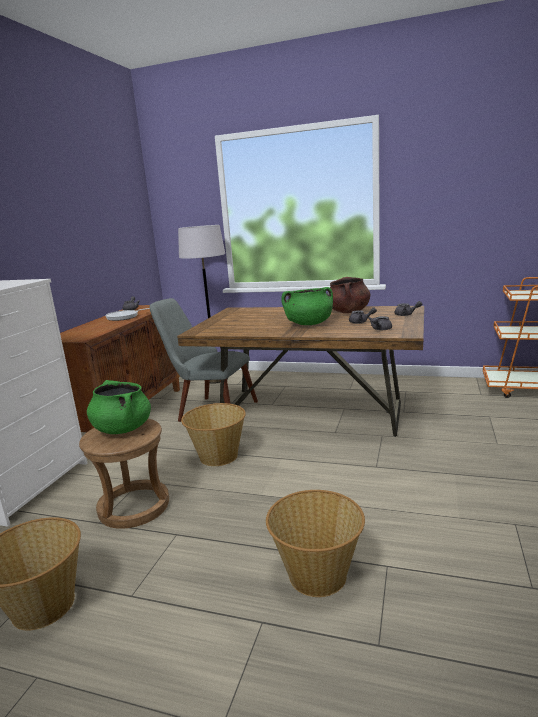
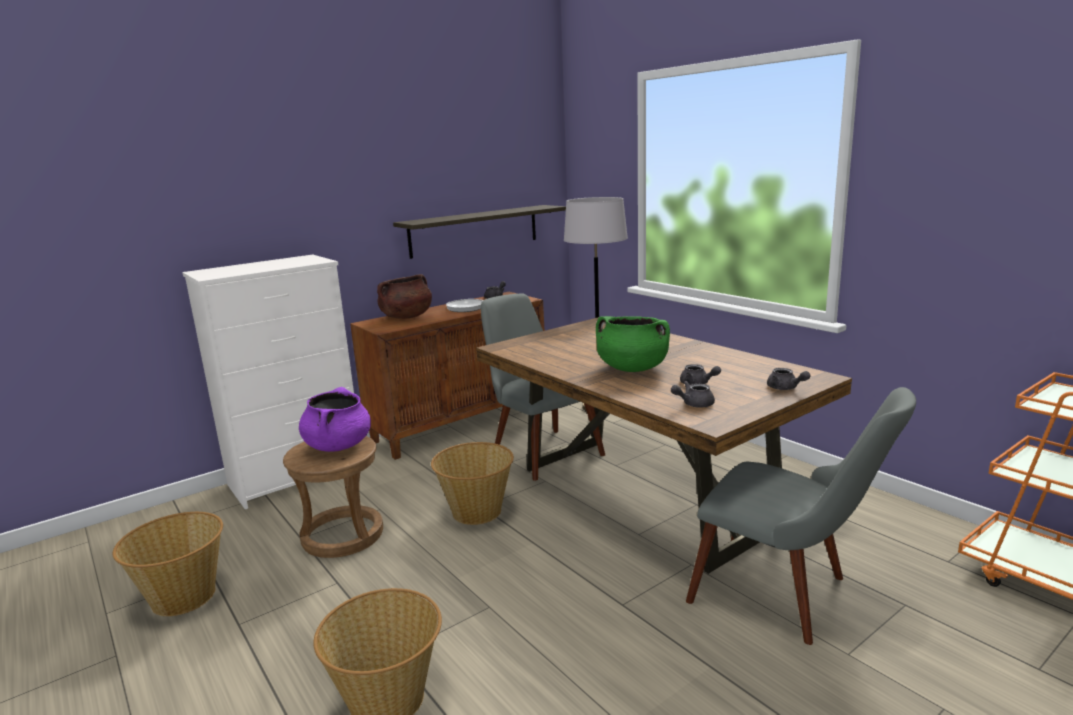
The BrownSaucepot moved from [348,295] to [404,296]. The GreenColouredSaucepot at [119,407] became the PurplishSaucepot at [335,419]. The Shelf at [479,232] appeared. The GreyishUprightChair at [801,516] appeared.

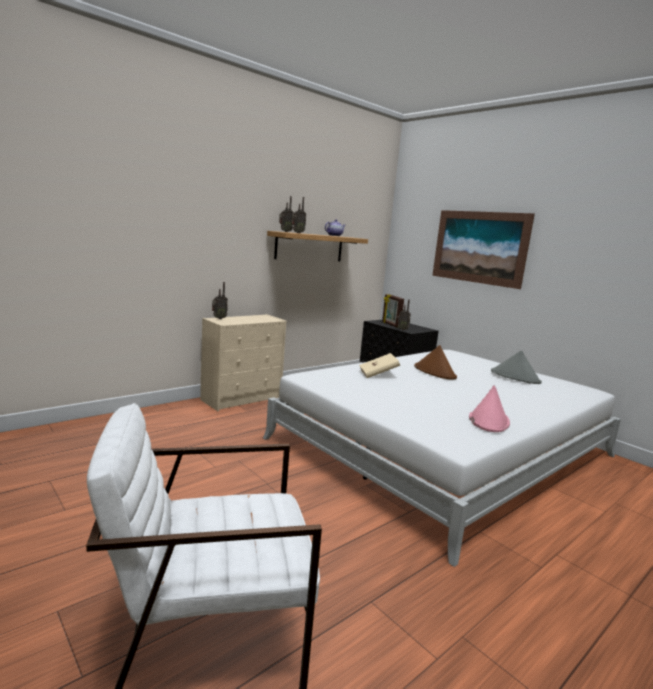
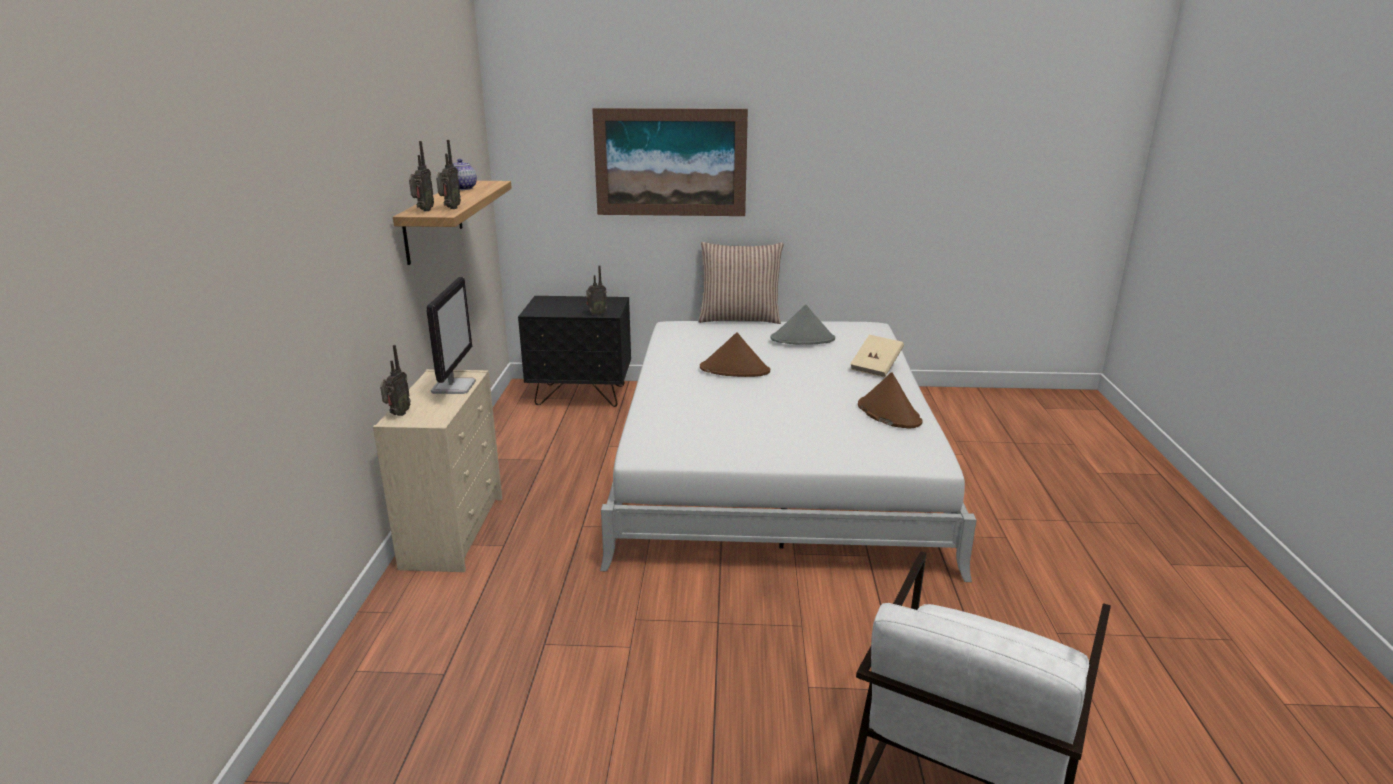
The StandingFrame at [393,310] disappeared. The BeigeColouredVolume moved from [379,365] to [877,356]. The PinkColouredClothingHat at [489,408] became the BrownClothingHat at [890,400]. The Cushion at [741,283] appeared. The ComputerScreen at [451,335] appeared.

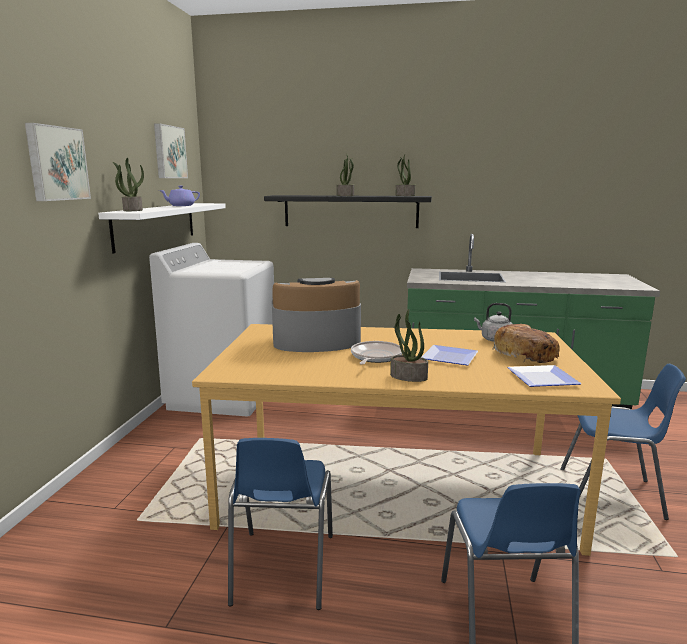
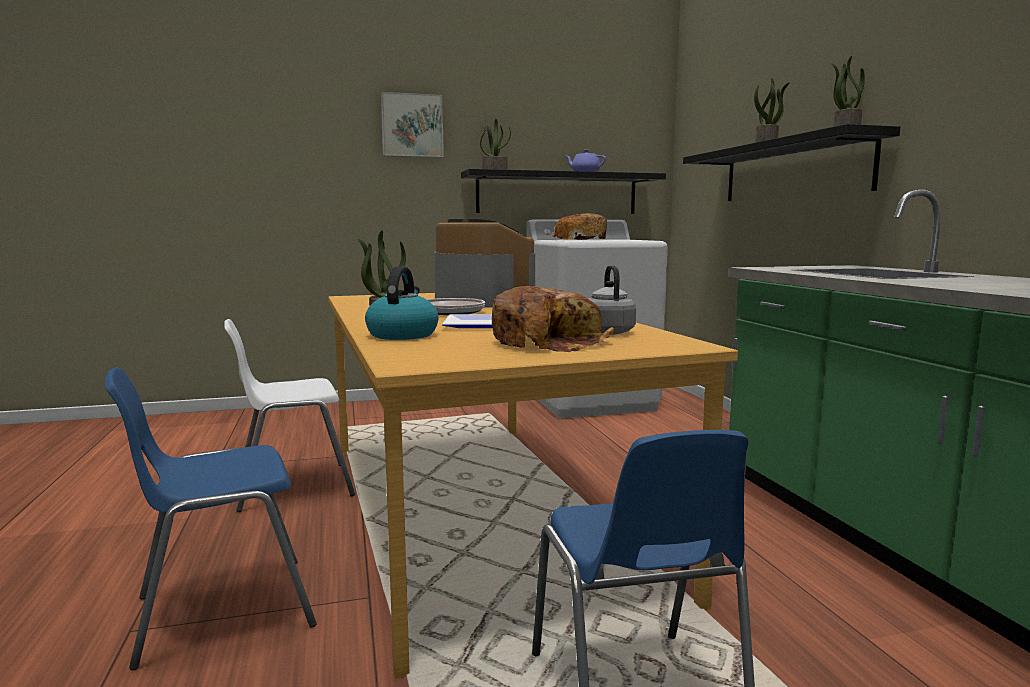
The Picture at [171,150] disappeared. The WhitishShelf at [162,228] became the BlackishShelf at [563,191]. The Plate at [544,376] disappeared. The BluishUprightChair at [280,524] became the WhitishUprightChair at [289,415]. The BakedBread at [579,226] appeared. The WaterKettle at [402,303] appeared.

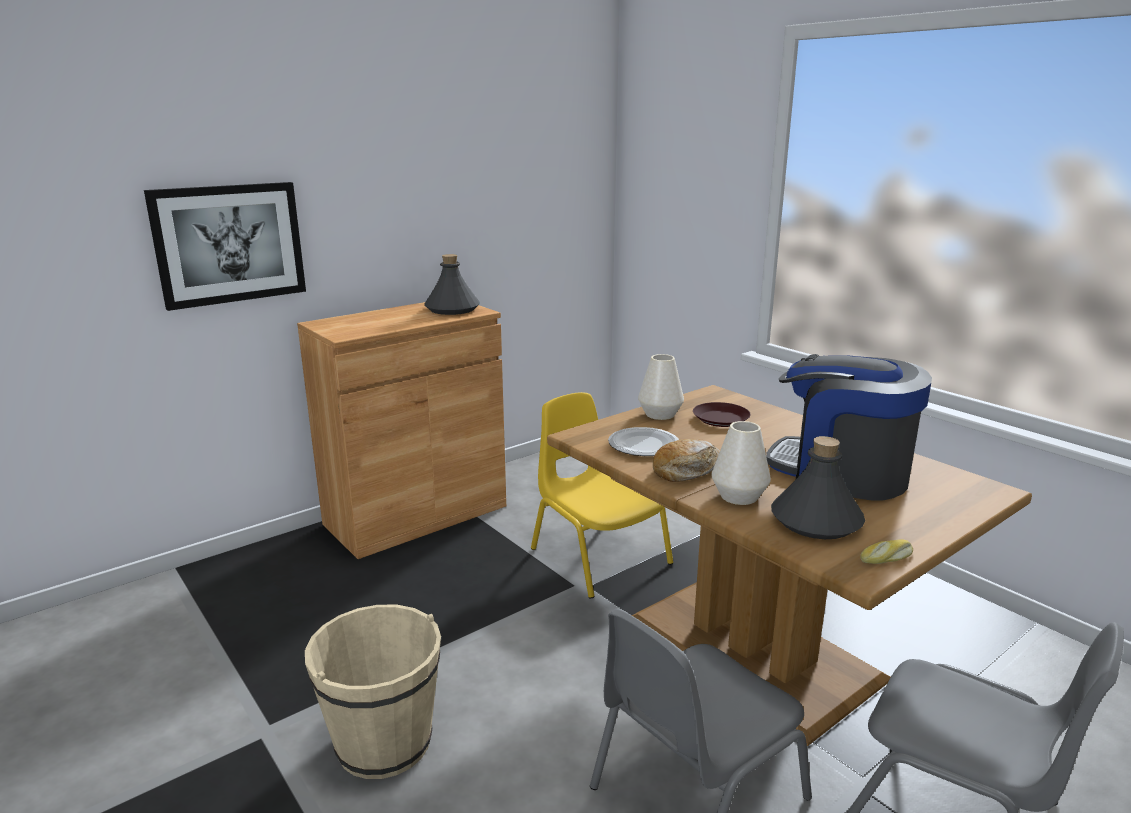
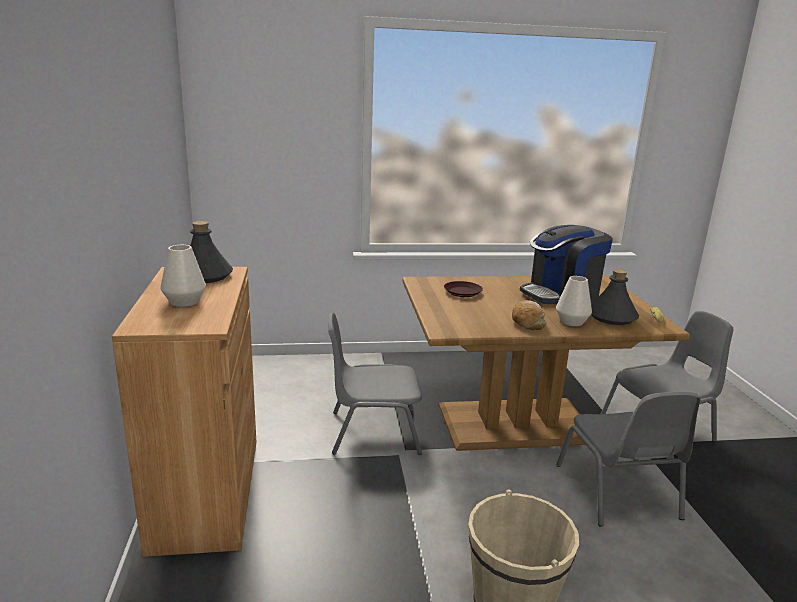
The Picture at [225,246] disappeared. The WhitishDecorativeVase moved from [661,387] to [183,276]. The YellowColouredUprightChair at [602,495] became the GreyishUprightChair at [375,383]. The Plate at [643,441] disappeared.

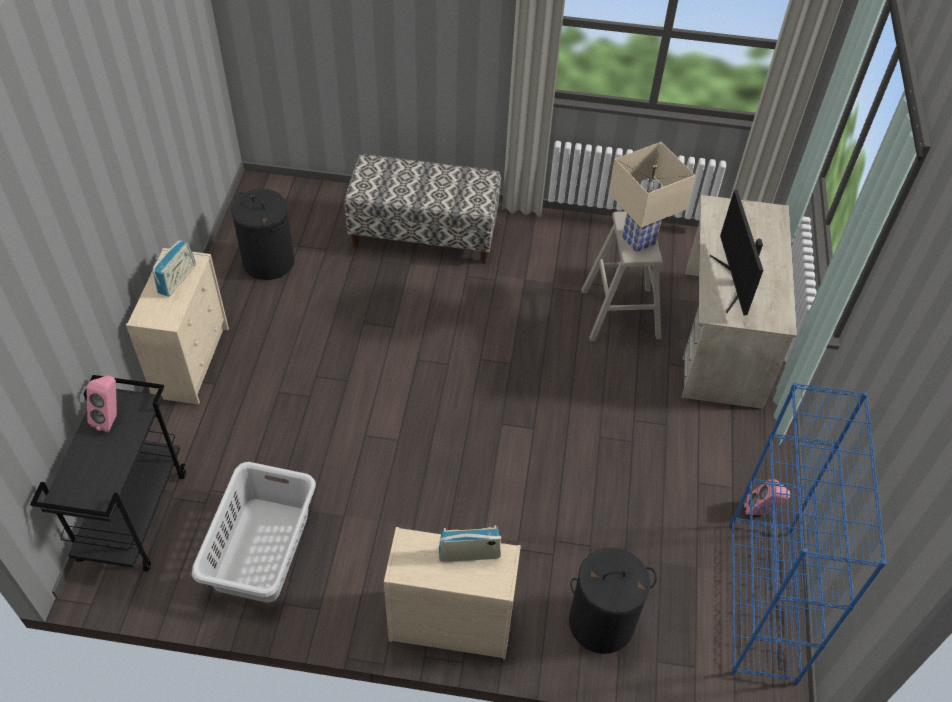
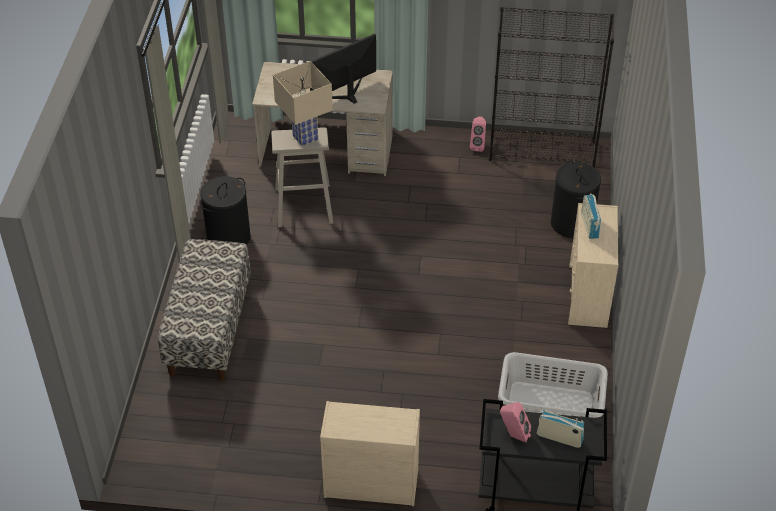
The BlackishLaundryBasket moved from [263,234] to [225,210]. The ComputerScreen at [736,252] turned 150 degrees clockwise. The Radio moved from [174,268] to [560,428]. The BluishBookcase at [808,533] became the BlackishBookcase at [551,87].

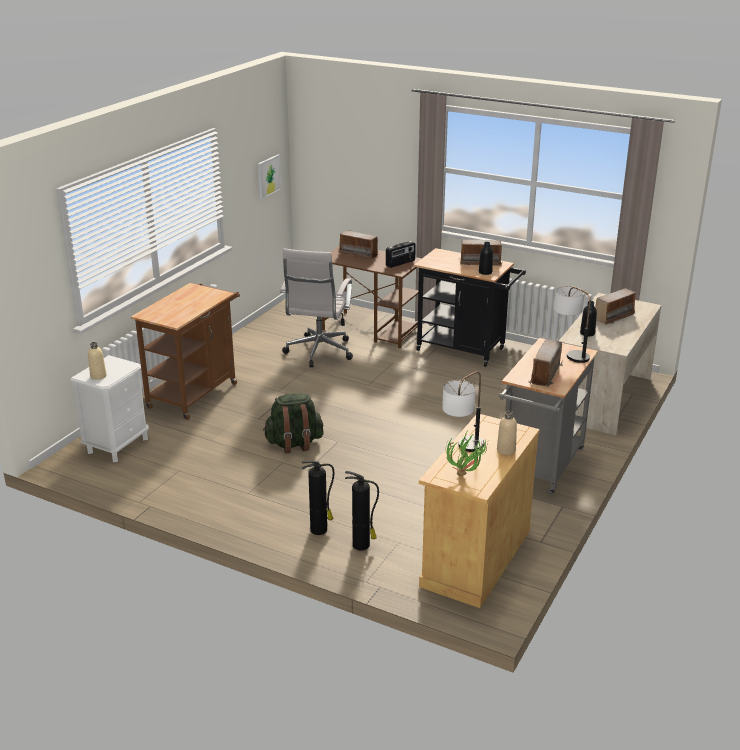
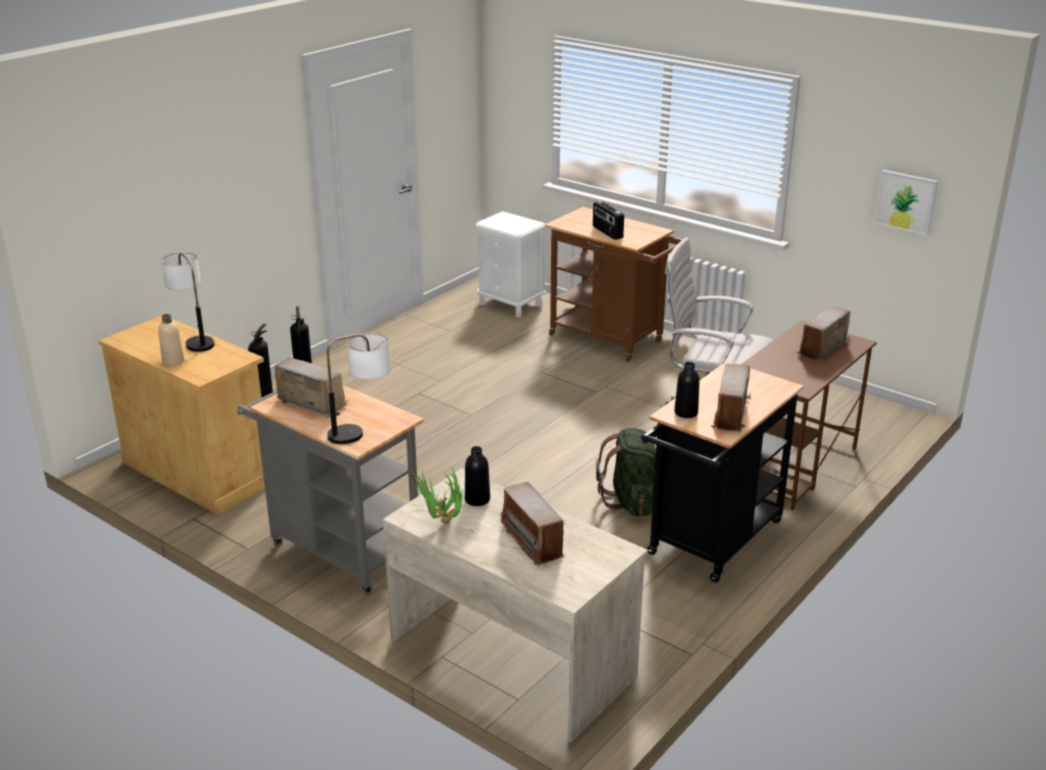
The Radio moved from [401,254] to [608,220]. The BeigeColouredDrinkBottle at [97,361] disappeared. The GreenColouredRucksack moved from [293,423] to [626,472]. The Houseplant moved from [466,454] to [436,496].

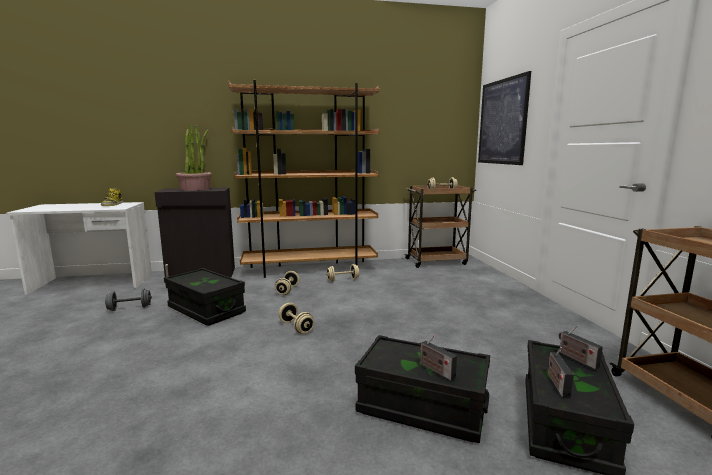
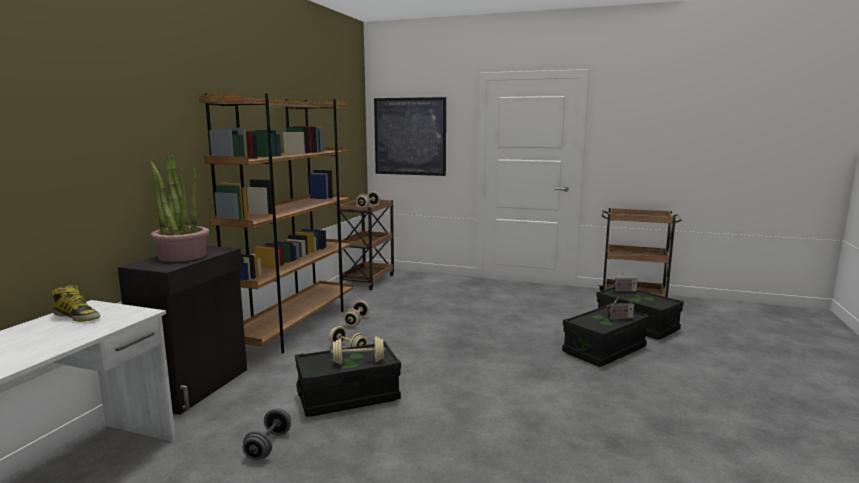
The BeigeColouredHandWeight moved from [296,318] to [358,350]. The Radio at [561,372] disappeared.

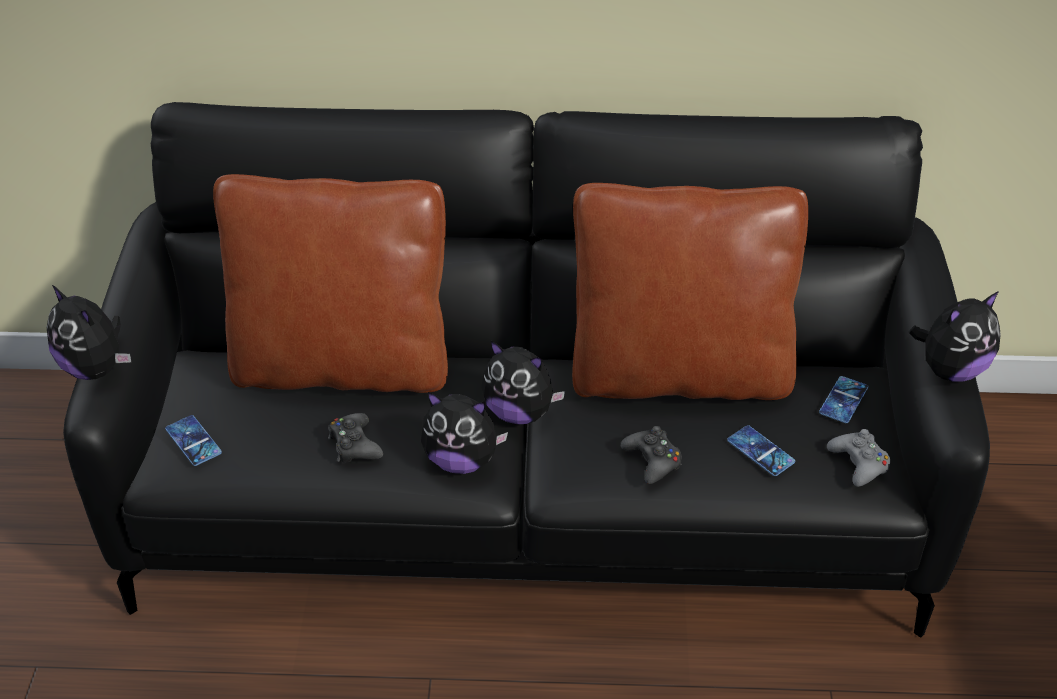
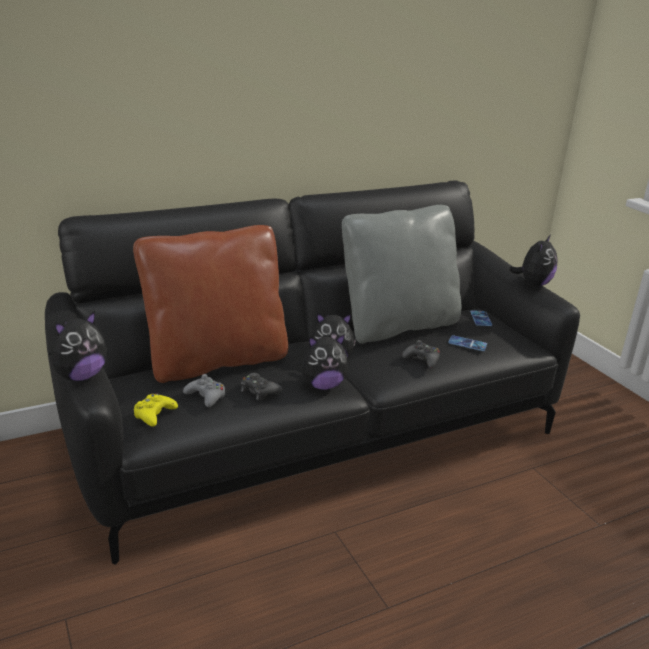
The BrownCushion at [690,291] became the GreyishCushion at [401,274]. The CuddlyToy at [89,332] turned 60 degrees counterclockwise. The Handset at [193,440] was replaced by the YellowColouredGamepad at [156,410]. The GreyishGamepad moved from [858,458] to [204,390].

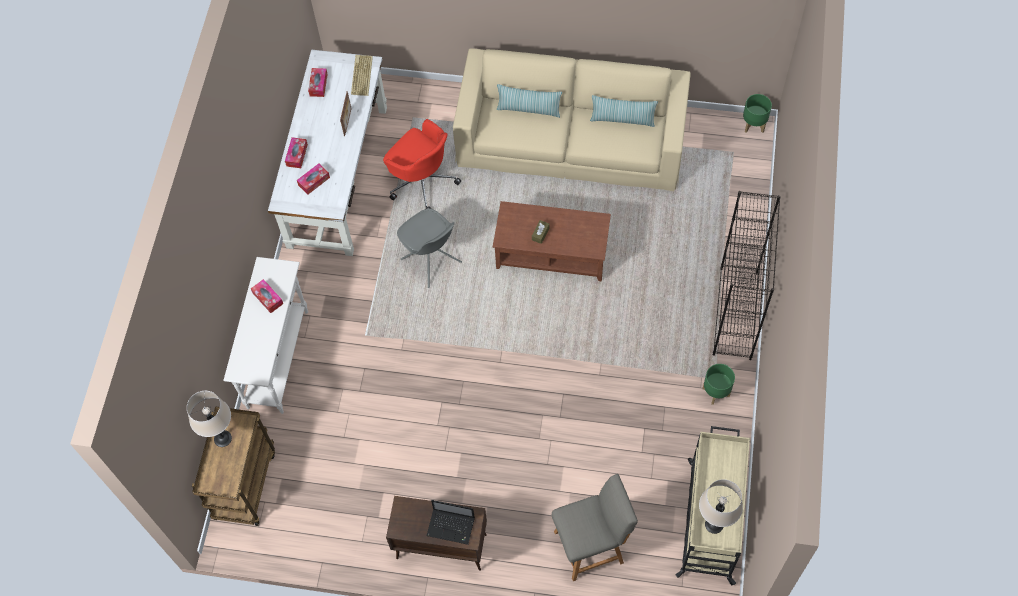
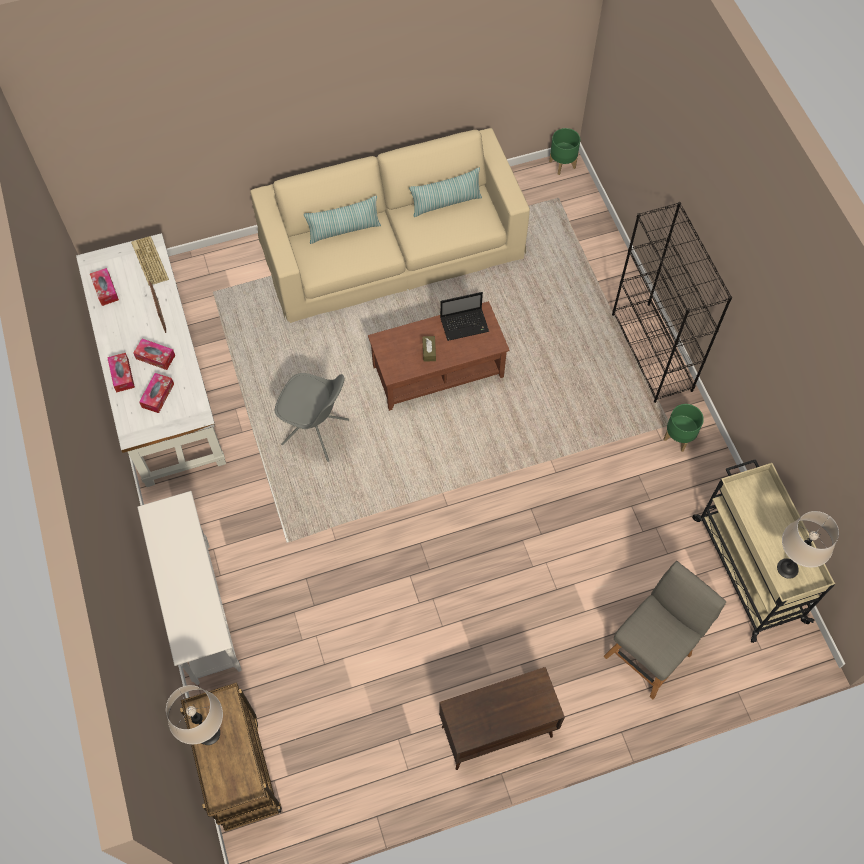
The RedComputerChair at [422,164] disappeared. The TissueBox moved from [267,296] to [154,354]. The Laptop moved from [451,522] to [464,316].

